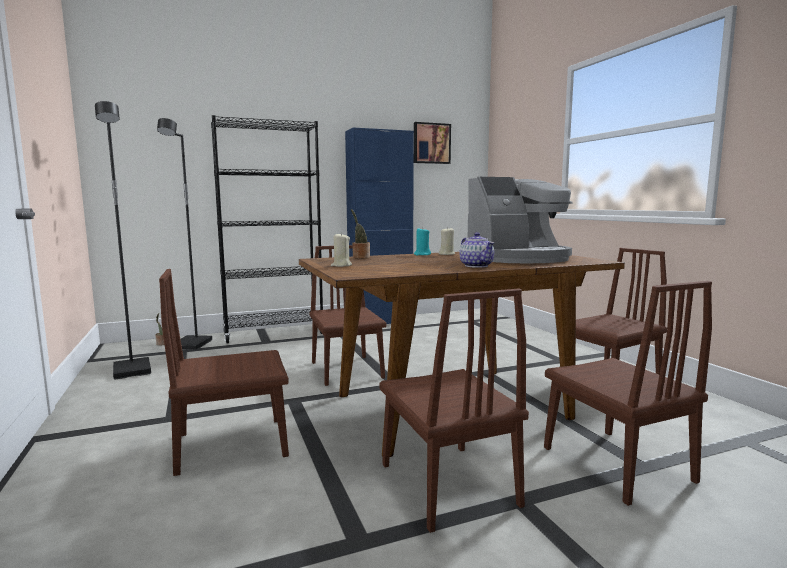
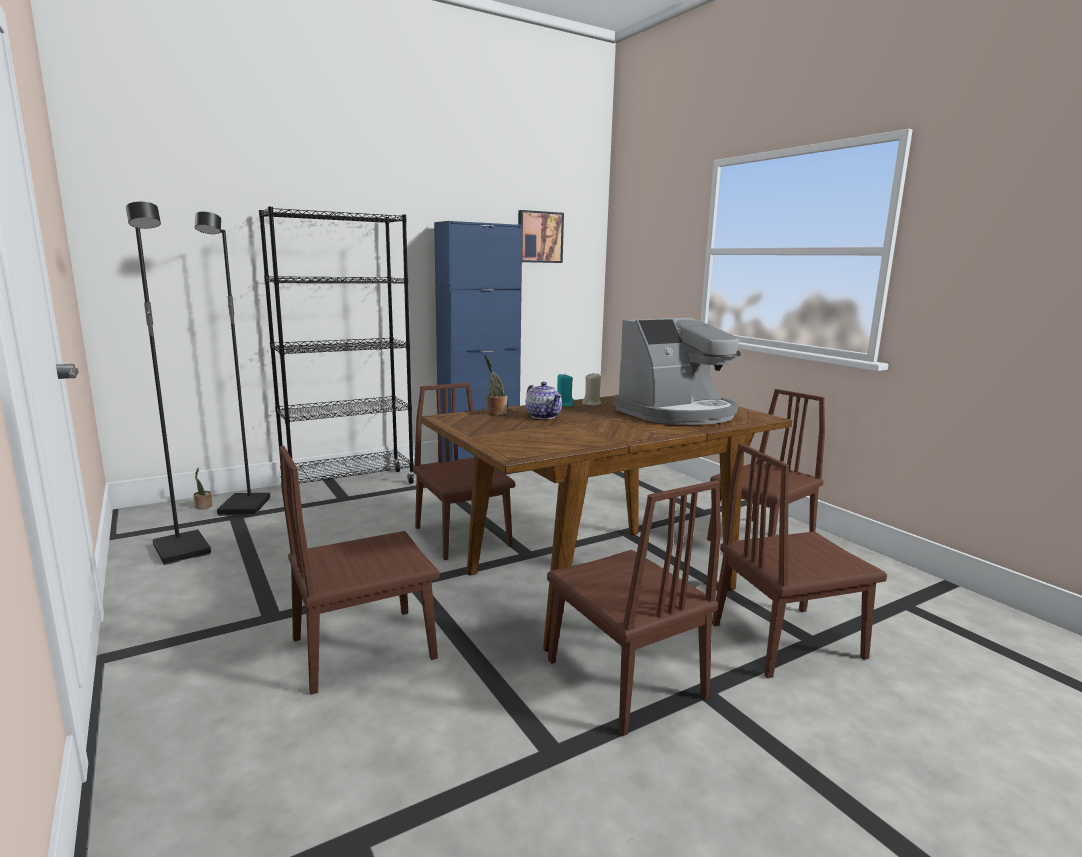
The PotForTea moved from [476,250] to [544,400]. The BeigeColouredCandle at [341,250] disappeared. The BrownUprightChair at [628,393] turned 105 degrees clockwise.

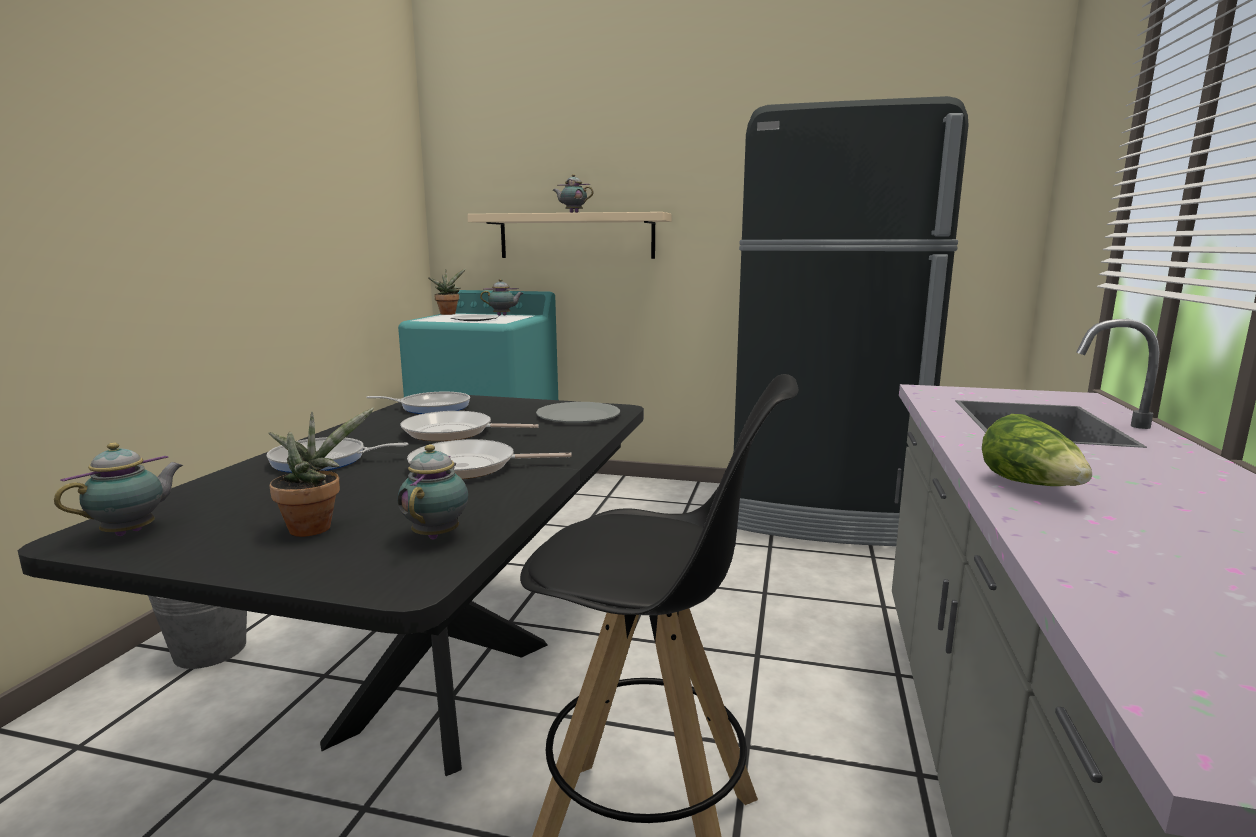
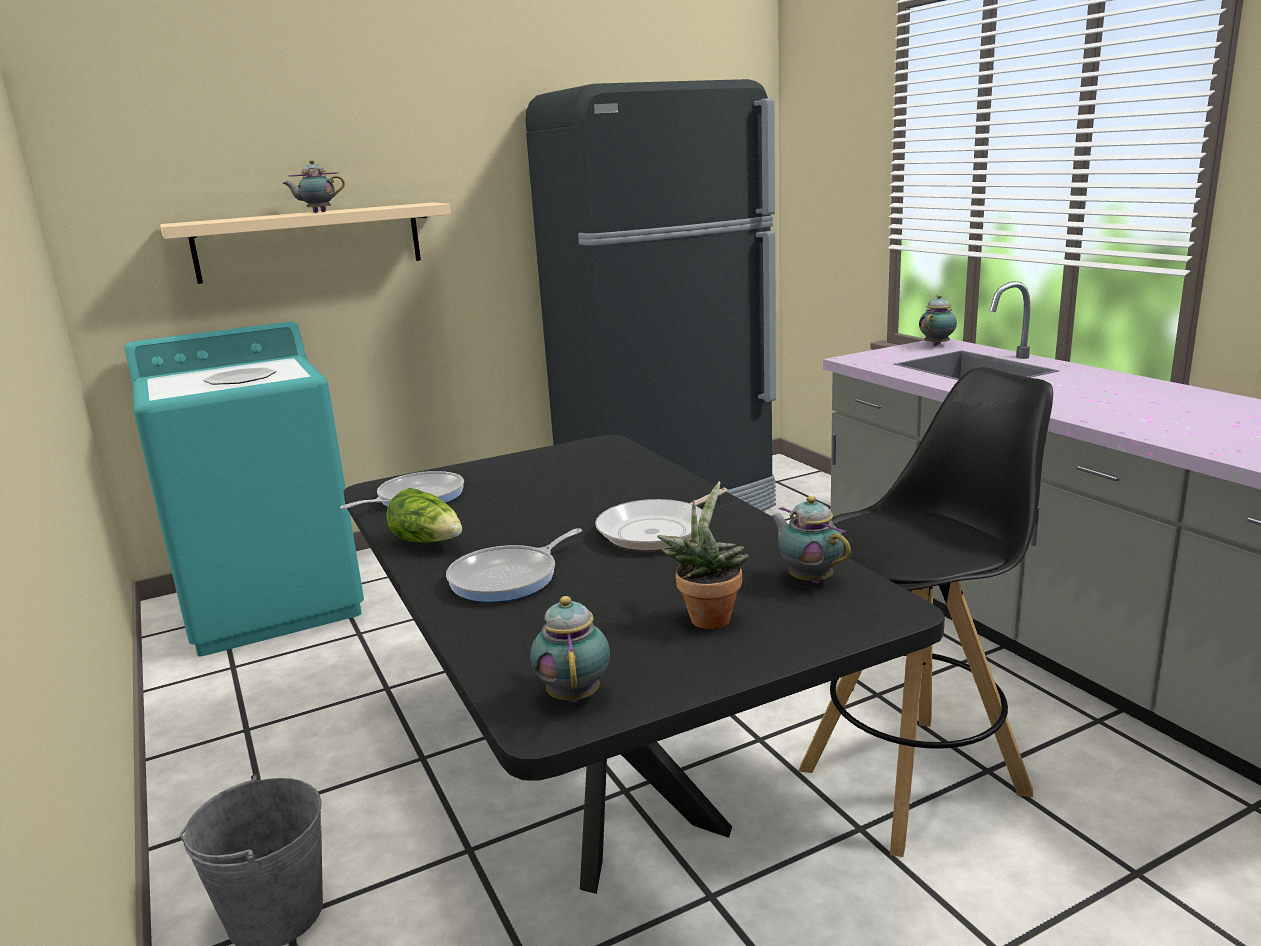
The Houseplant at [447,292] disappeared. The PotForTea moved from [502,297] to [938,320]. The GreyishPlate at [578,412] disappeared. The Skillet at [469,426] disappeared. The HeadOfLettuce moved from [1037,450] to [424,515].

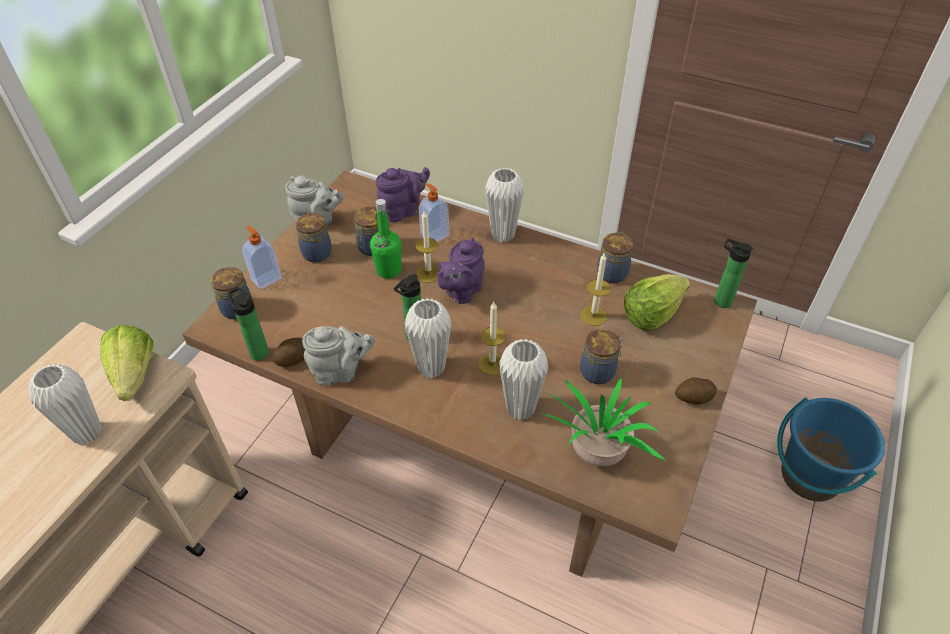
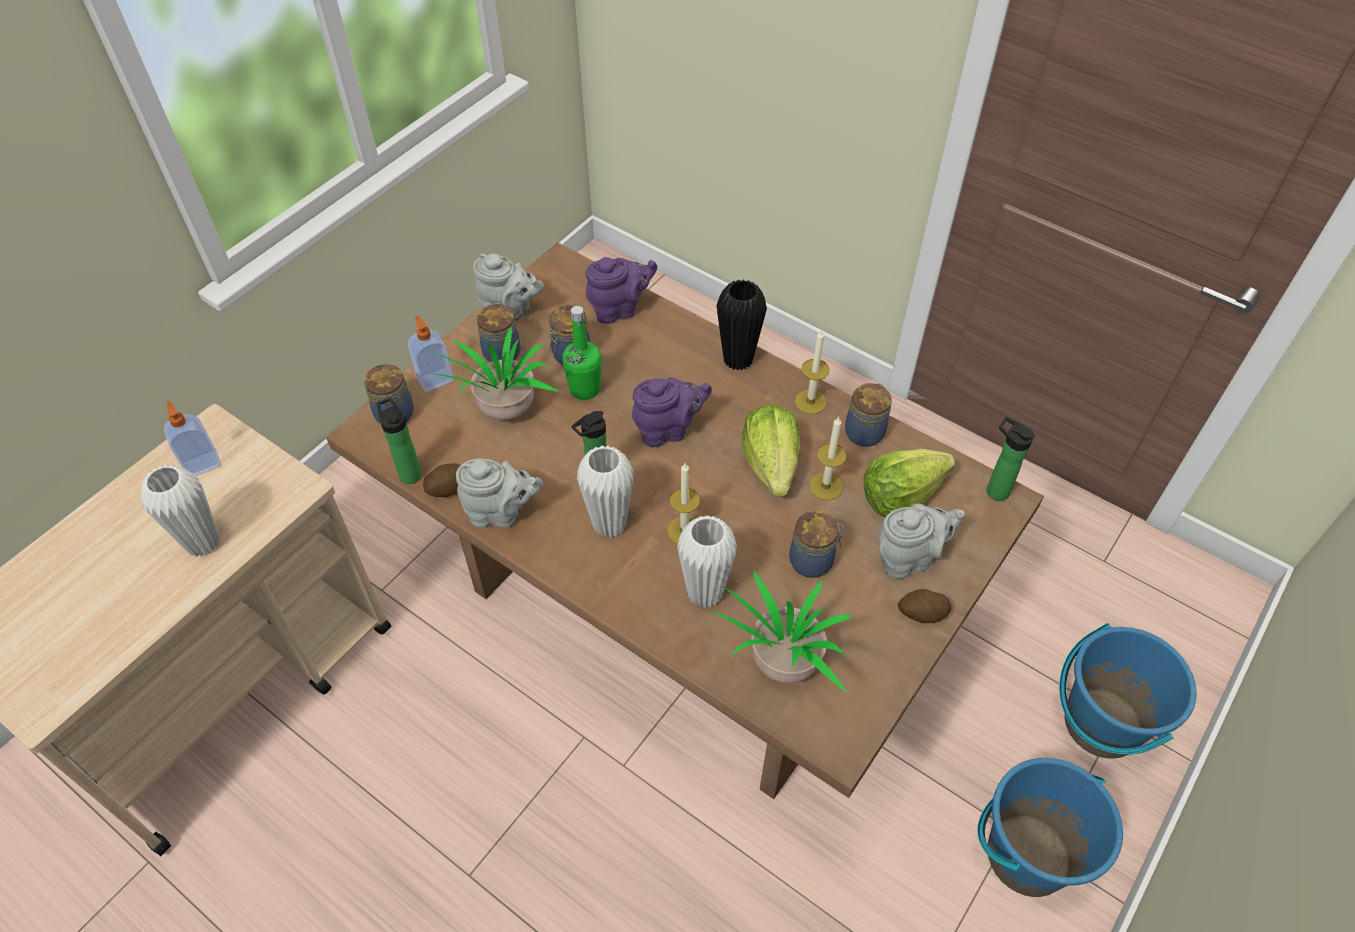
The WhitishDecorativeVase at [504,205] became the BlackishDecorativeVase at [741,325]. The SoapBottle moved from [434,212] to [193,438]. The Candle moved from [427,247] to [812,371]. The PurplishPotForTea at [461,271] turned 150 degrees counterclockwise. The HeadOfLettuce moved from [126,363] to [771,450]. The Houseplant at [495,373] appeared. The GreyishPotForTea at [922,541] appeared. The BluishBucket at [1050,827] appeared.

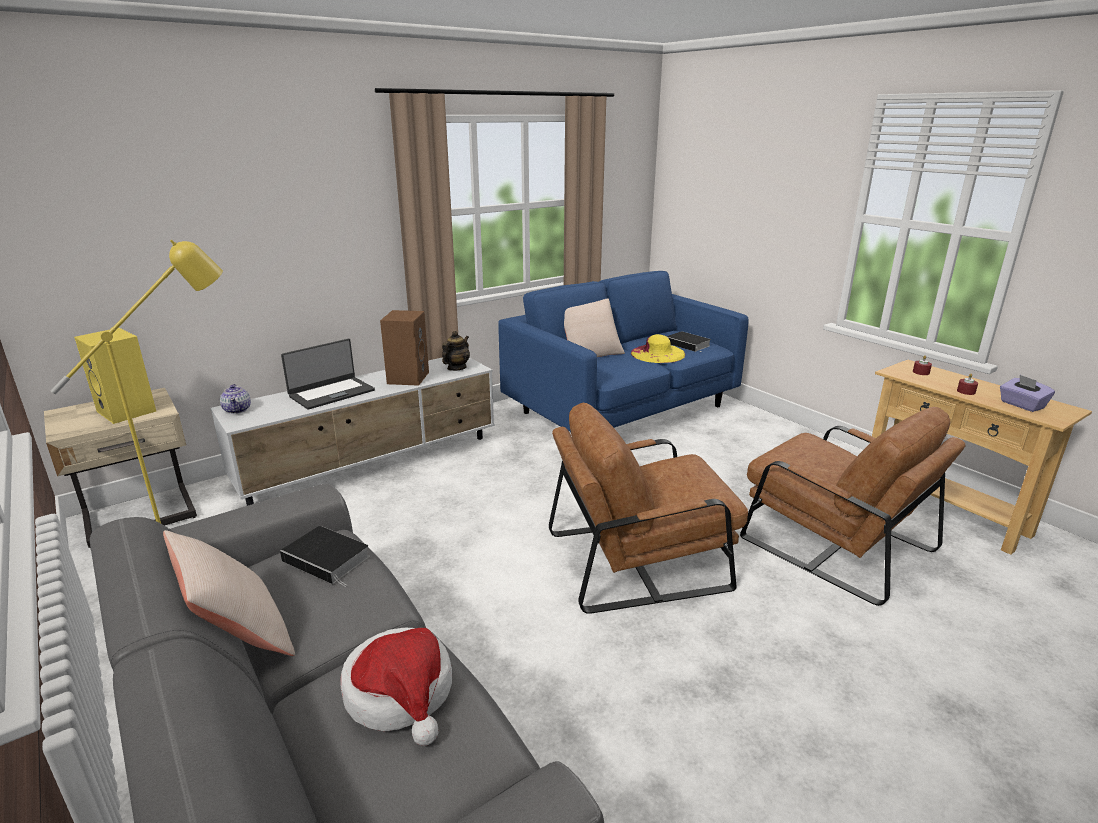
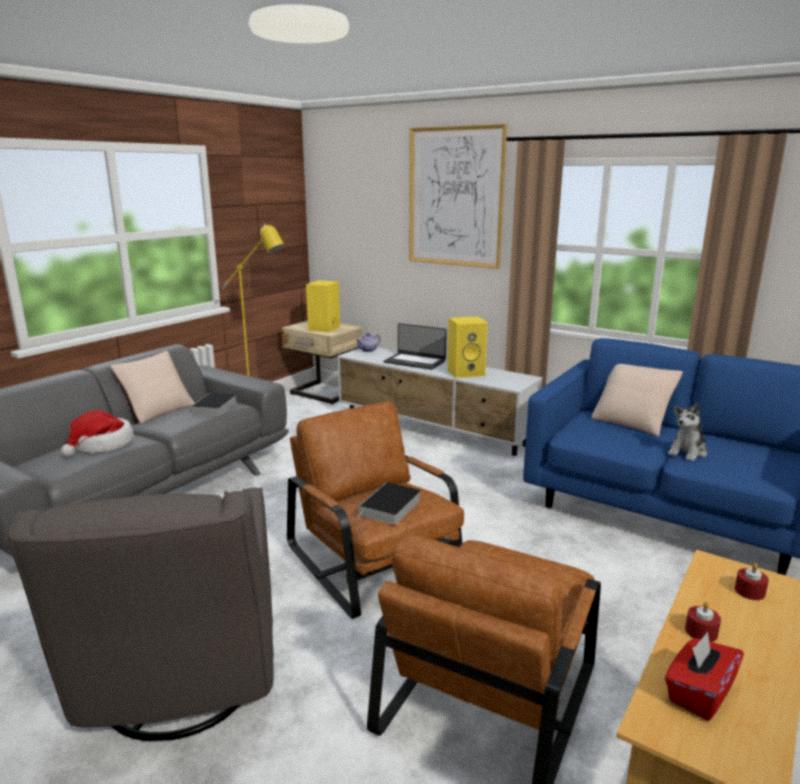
The BrownLoudspeaker at [404,348] became the YellowColouredLoudspeaker at [468,347]. The PotForTea at [456,351] disappeared. The Volume moved from [688,342] to [388,503]. The YellowColouredClothingHat at [658,348] was replaced by the CuddlyToy at [687,432]. The PurplishTissueBox at [1027,393] became the RedTissueBox at [704,676]. The Picture at [458,196] appeared. The GreyishLoungeChair at [140,614] appeared.

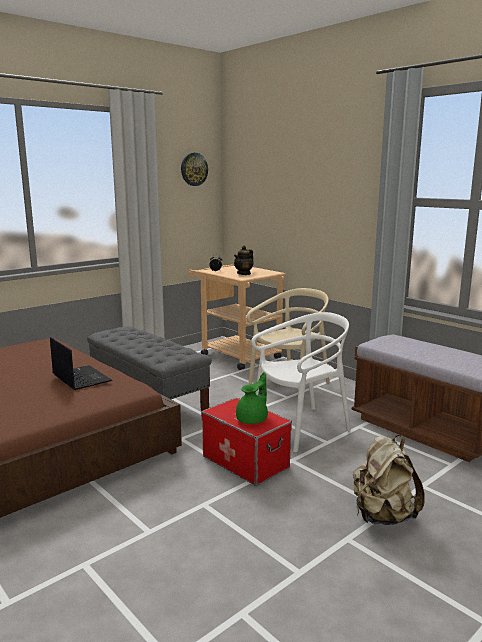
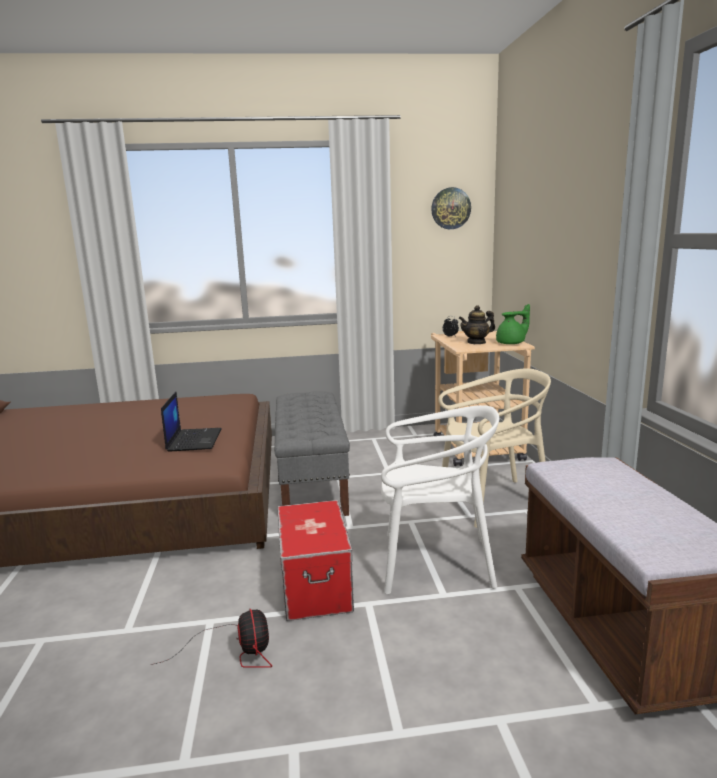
The GreenColouredPotForTea moved from [252,398] to [513,324]. The BeigeColouredRucksack at [389,480] disappeared. The CoolingFan at [211,638] appeared.

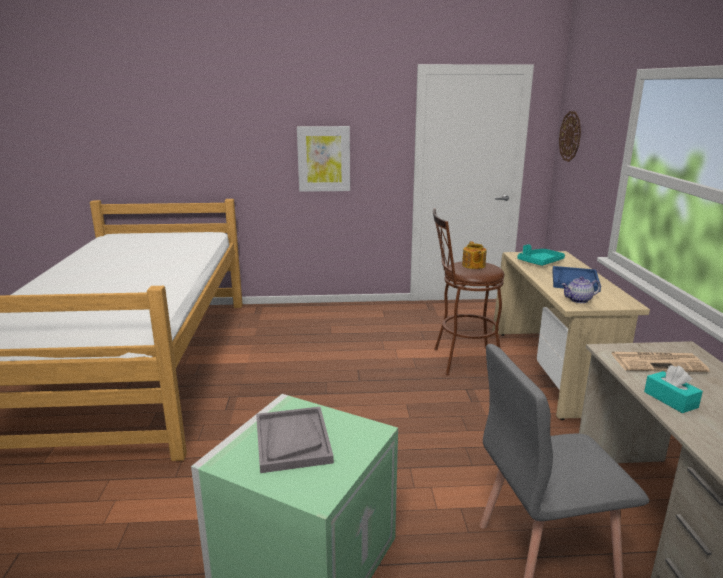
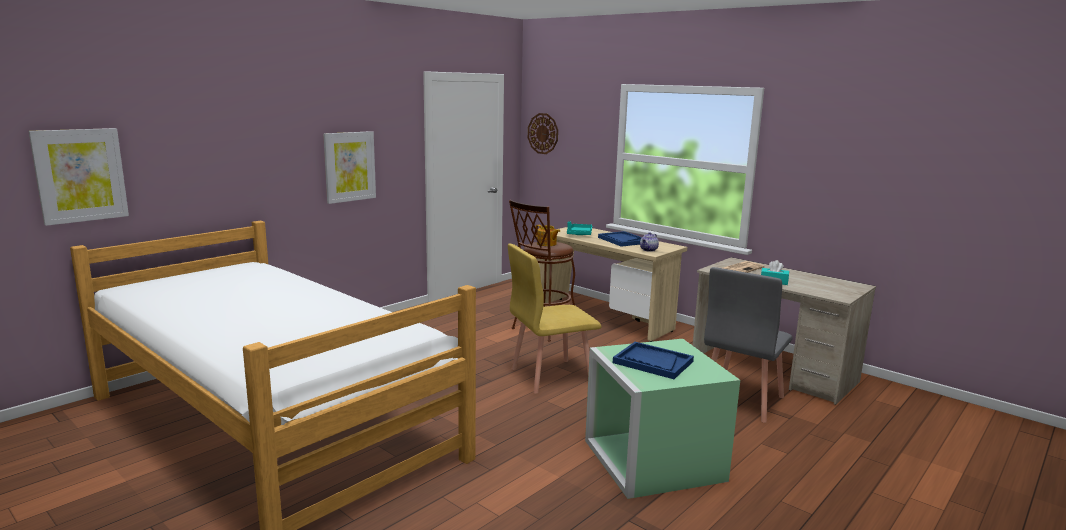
The GreyishTray at [295,440] became the BluishTray at [653,360]. The Picture at [78,177] appeared. The YellowColouredUprightChair at [555,319] appeared.

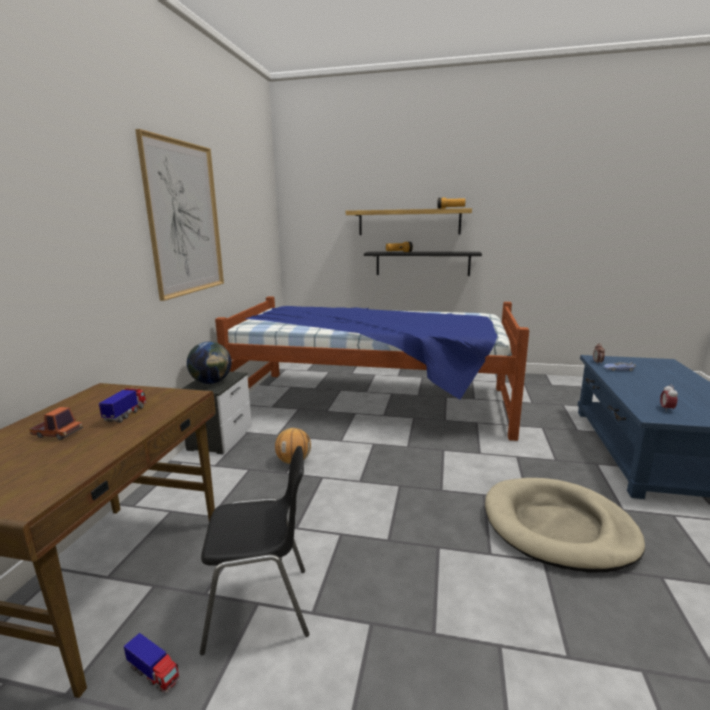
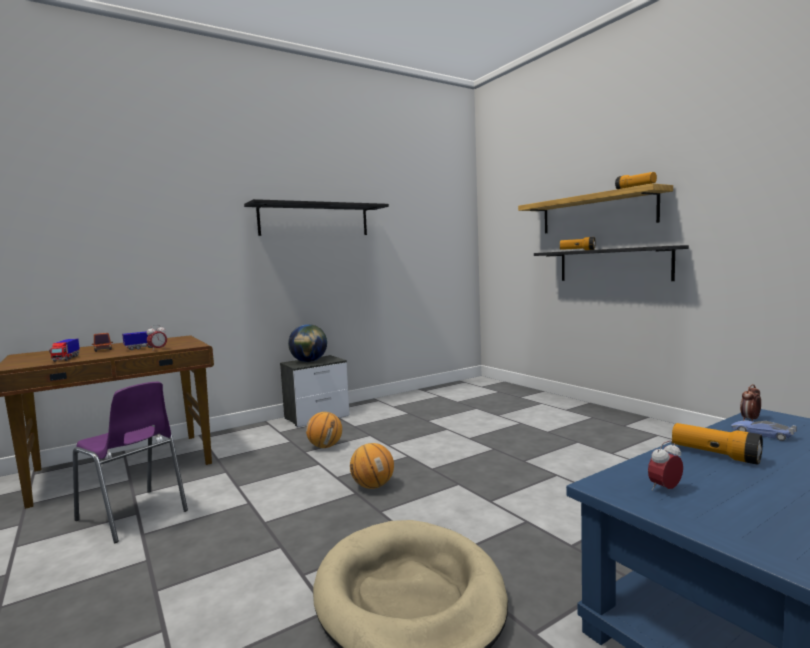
The Picture at [179,215] was replaced by the BlackishShelf at [316,217]. The BedroomBed at [372,368] disappeared. The BlackishUprightChair at [254,550] became the PurplishUprightChair at [130,462]. The ModelTruck moved from [152,663] to [64,350]. The TableClock at [157,337] appeared. The Flashlight at [717,444] appeared. The BallForBasketball at [372,466] appeared.

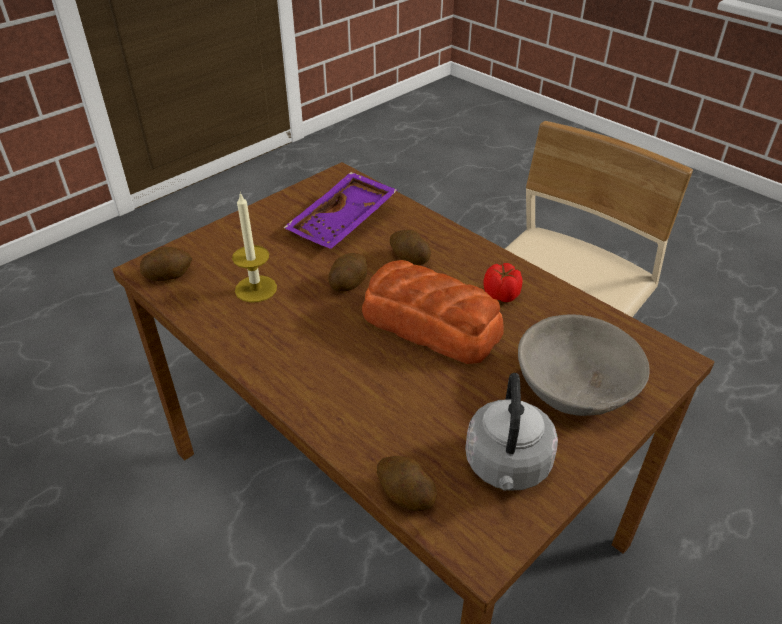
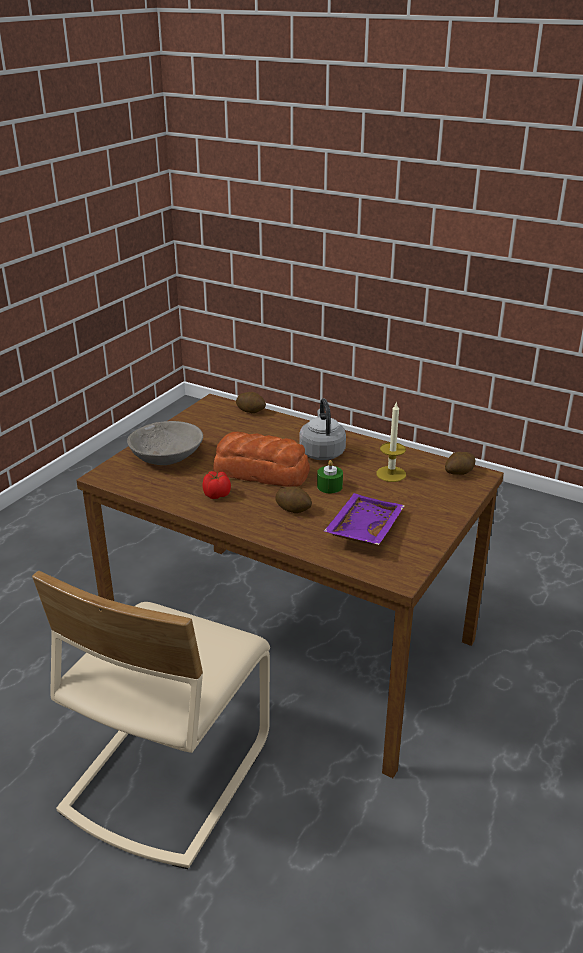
The Spud at [347,272] was replaced by the GreenColouredCandle at [330,476]. The GreyishWaterKettle moved from [511,432] to [323,429].

